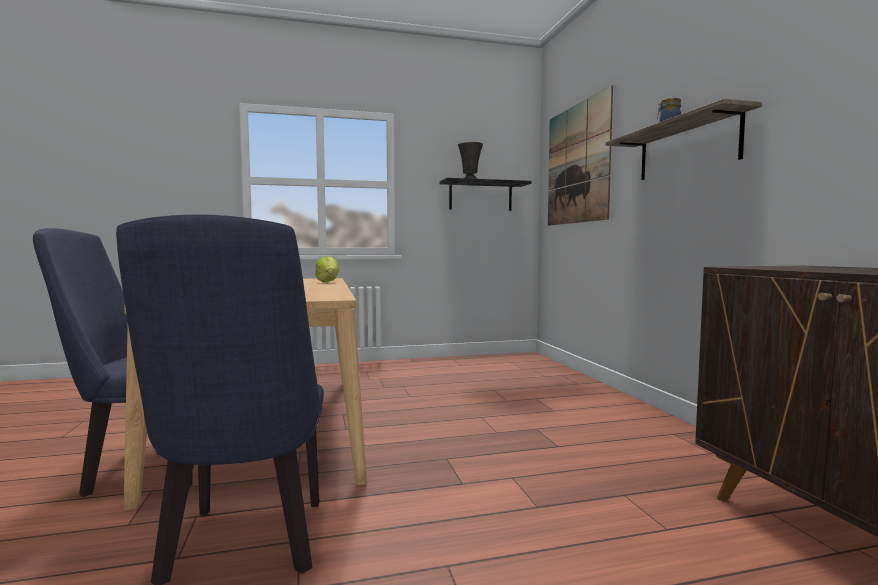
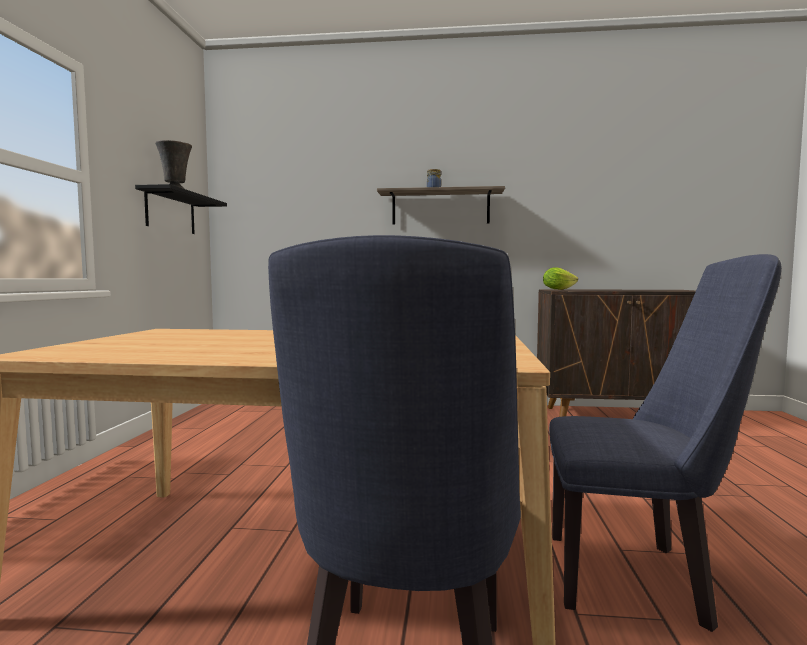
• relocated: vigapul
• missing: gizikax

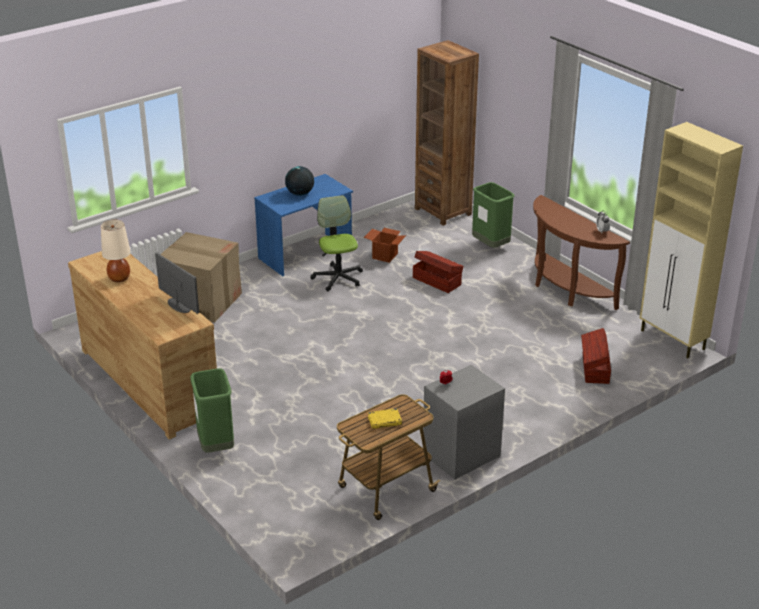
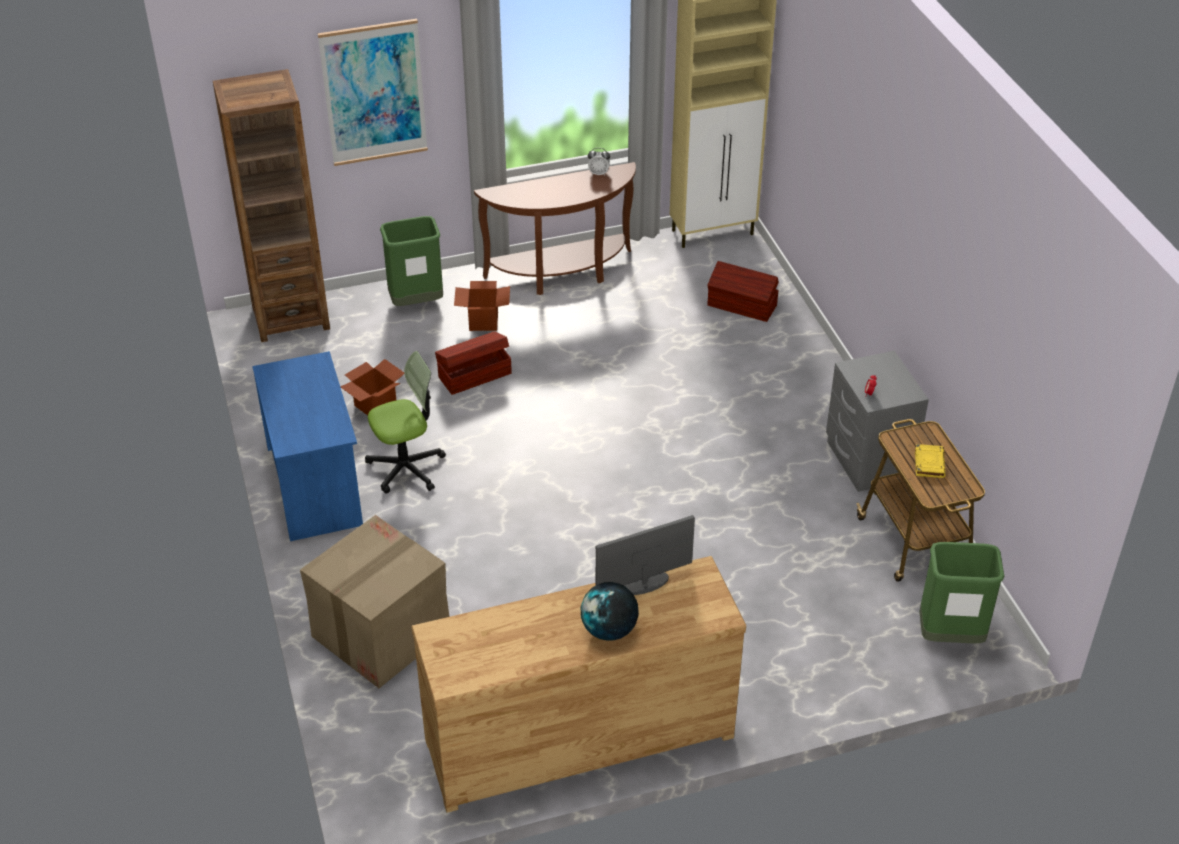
• appeared: gizikax
• spun: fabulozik 150 degrees clockwise
• appeared: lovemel (no. 3 from left)
• relocated: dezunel
• relocated: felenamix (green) (no. 1 from left in the first image) to felenamix (green) (no. 2 from left)
• missing: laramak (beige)

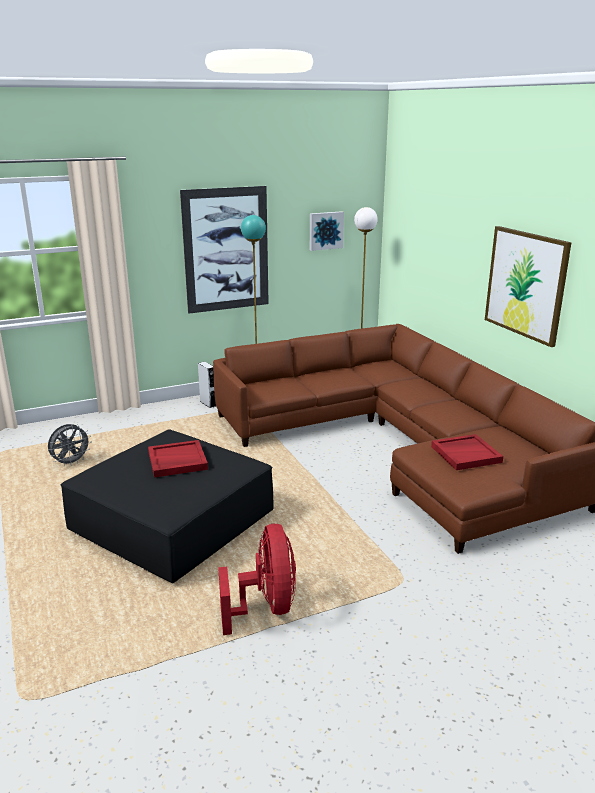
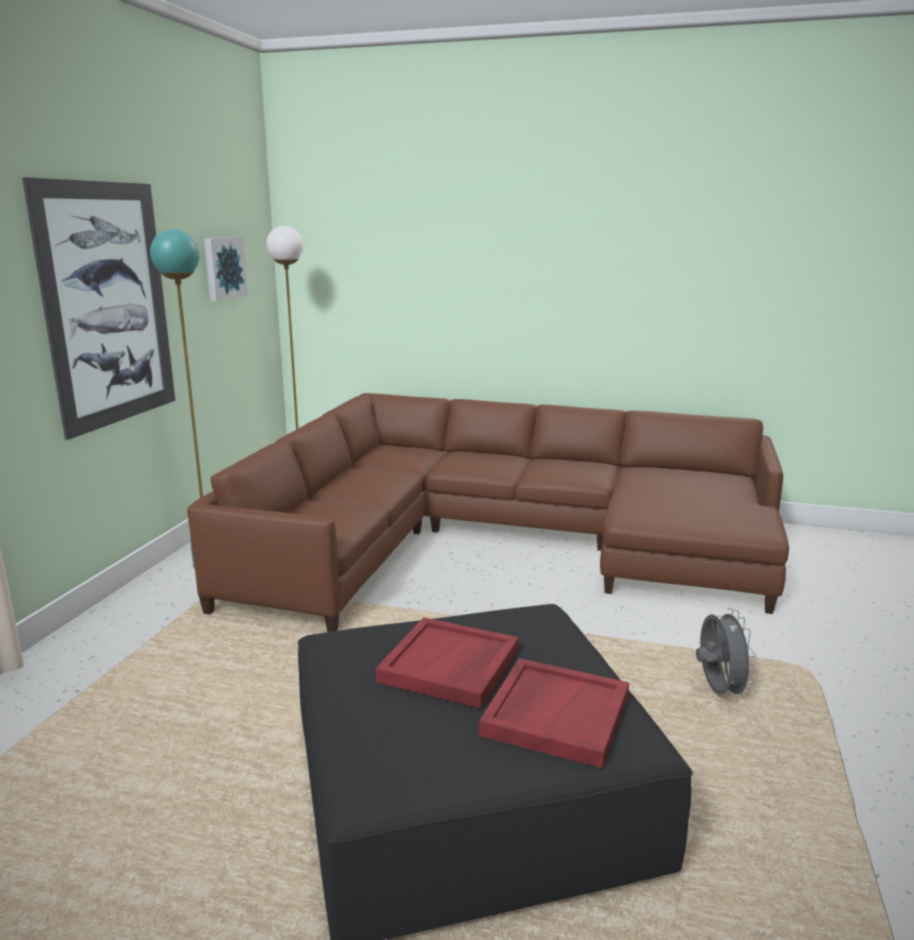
• relocated: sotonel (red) (no. 2 from left)
• relocated: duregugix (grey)
• missing: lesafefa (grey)
• missing: duregugix (red)
• missing: gizikax (no. 3 from left)

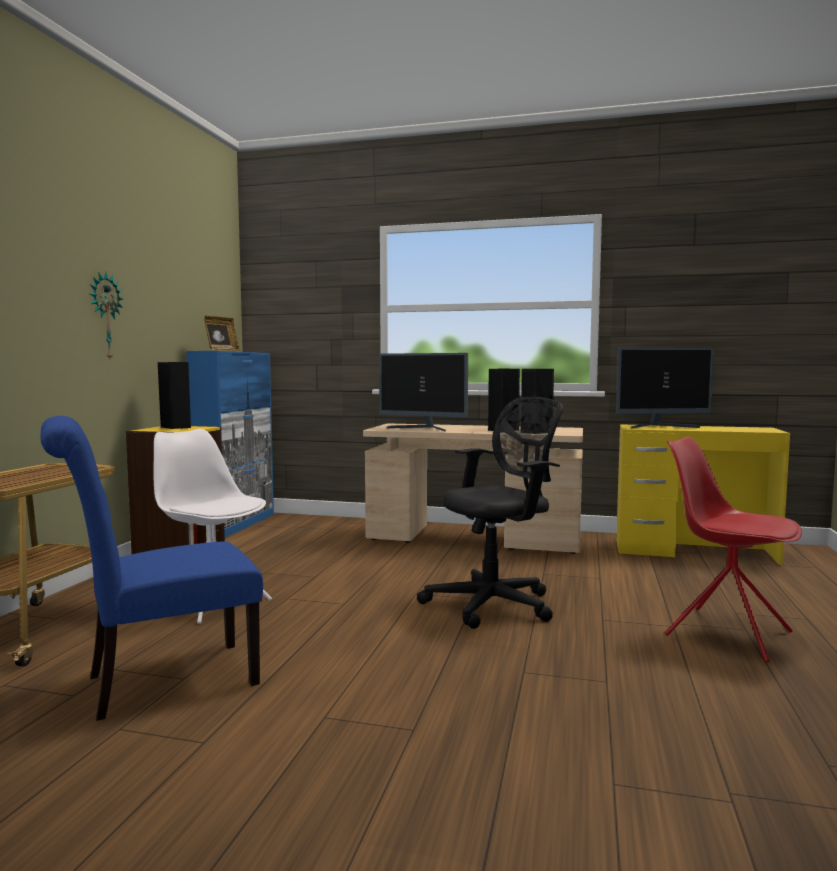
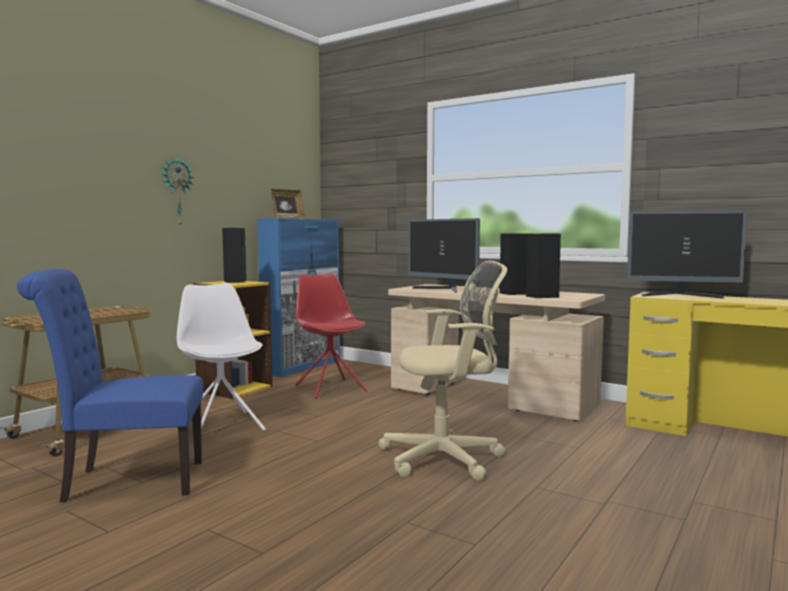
• relocated: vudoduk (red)
• colour: fabulozik (black) to fabulozik (beige)

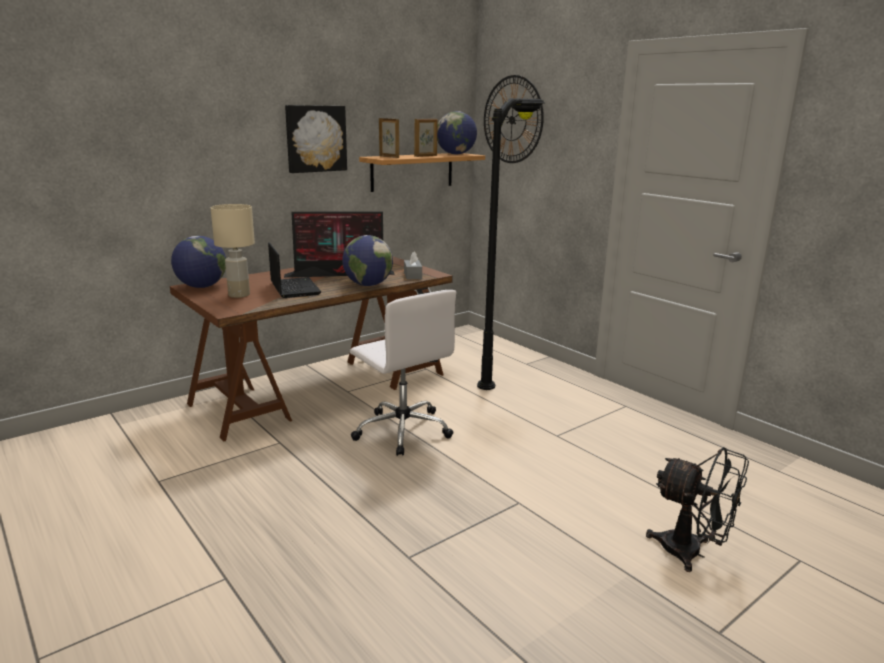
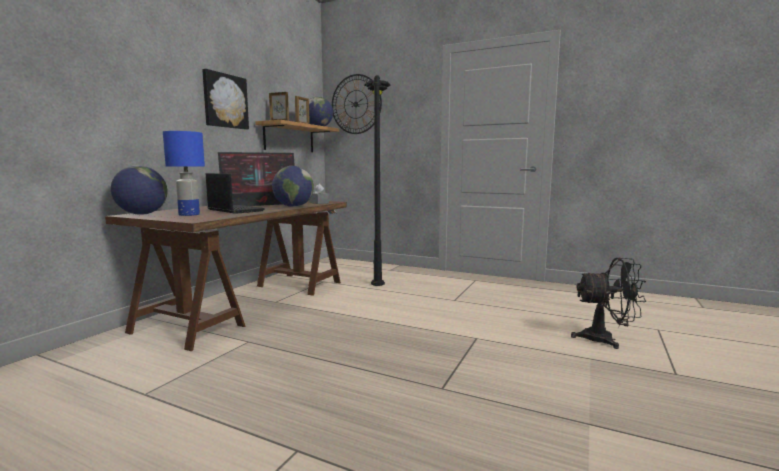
• colour: laramak (beige) to laramak (blue)
• missing: fabulozik (white)

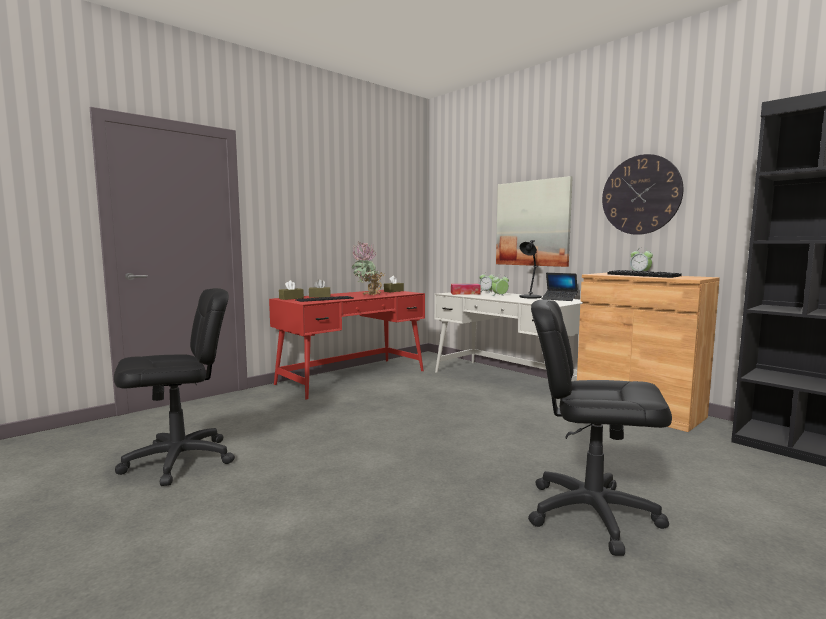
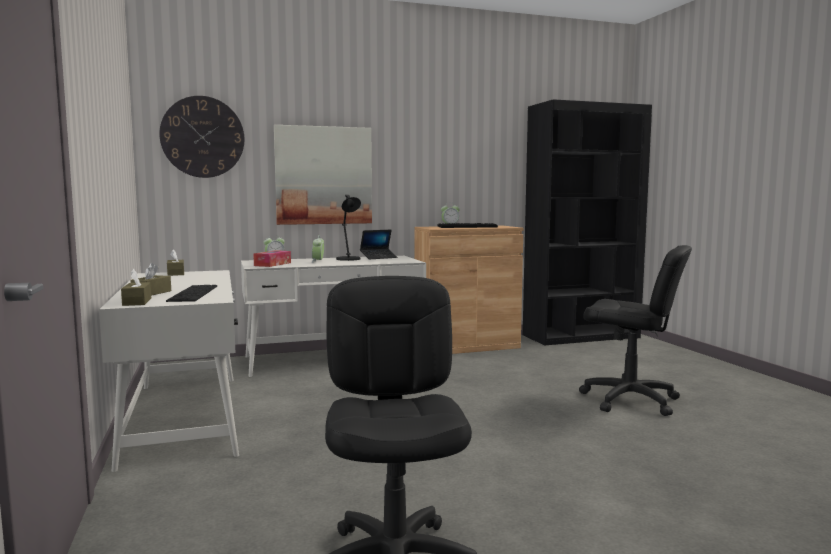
• colour: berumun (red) to berumun (white) (no. 1 from left)
• relocated: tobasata
• spun: fabulozik (black) (no. 2 from left) 105 degrees counterclockwise
• missing: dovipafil

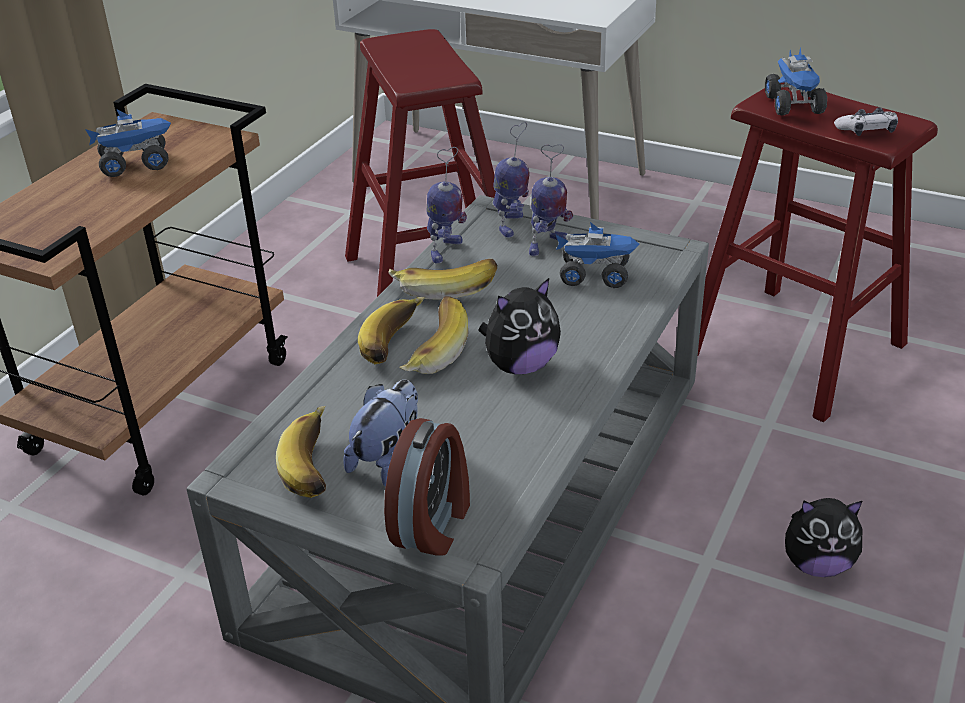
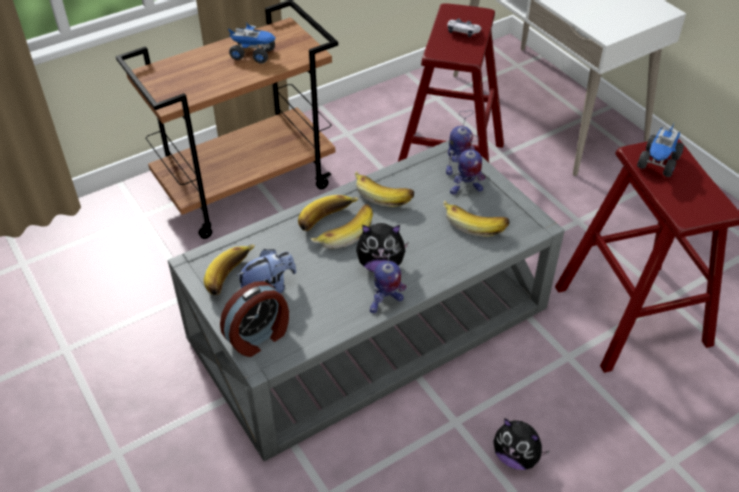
• relocated: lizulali (no. 1 from left)
• exchanged: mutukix (no. 2 from left) to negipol (no. 5 from left)
• relocated: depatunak

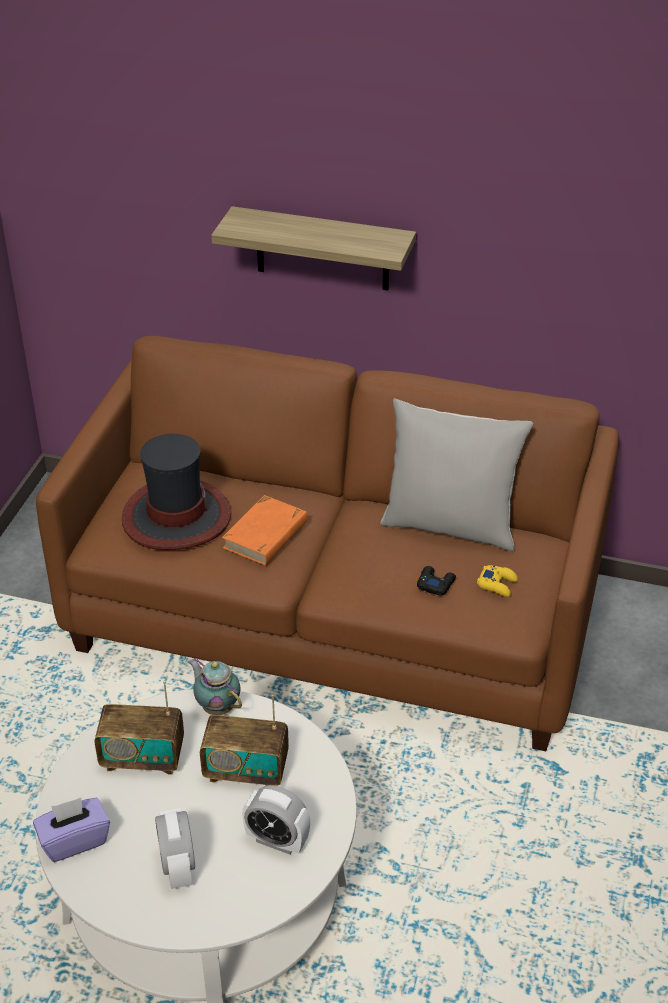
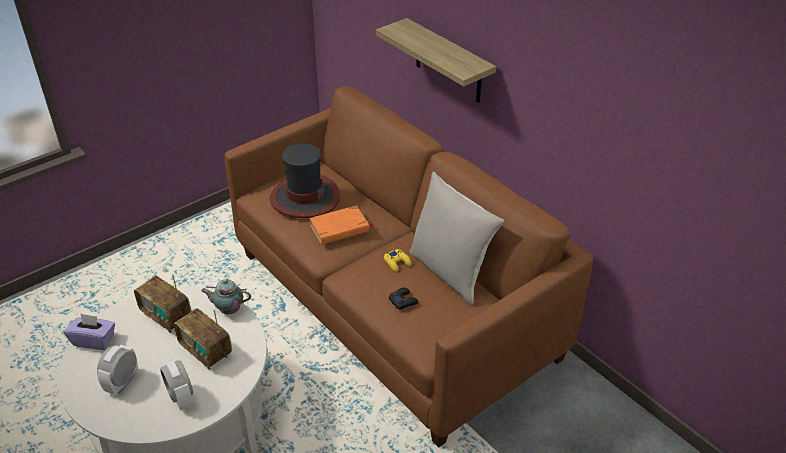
• spun: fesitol 75 degrees counterclockwise
• relocated: depatunak (yellow)

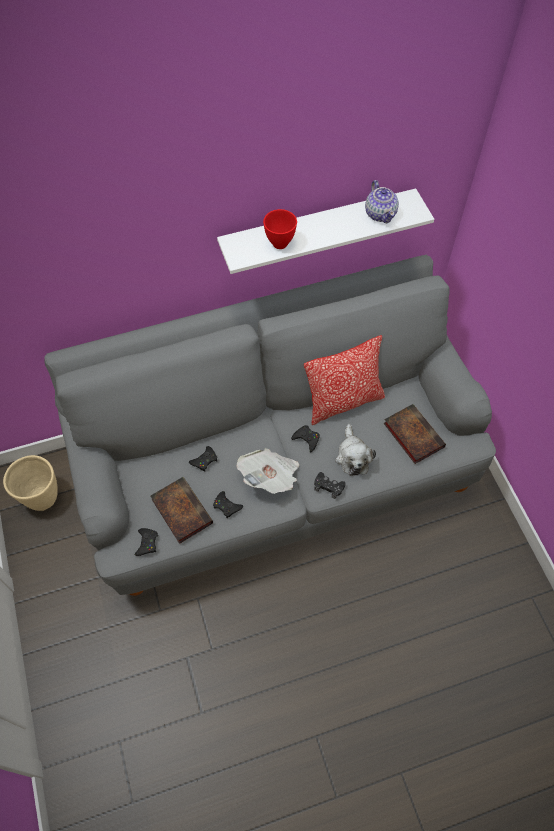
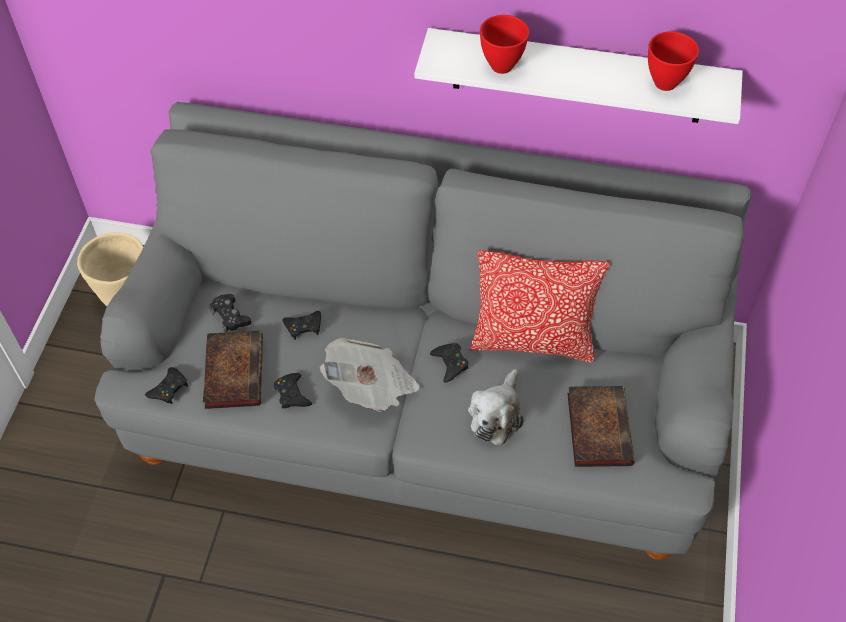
• relocated: depatunak (black) (no. 5 from left in the first image) to depatunak (black) (no. 2 from left)
• exchanged: fesitol to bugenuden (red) (no. 2 from left)

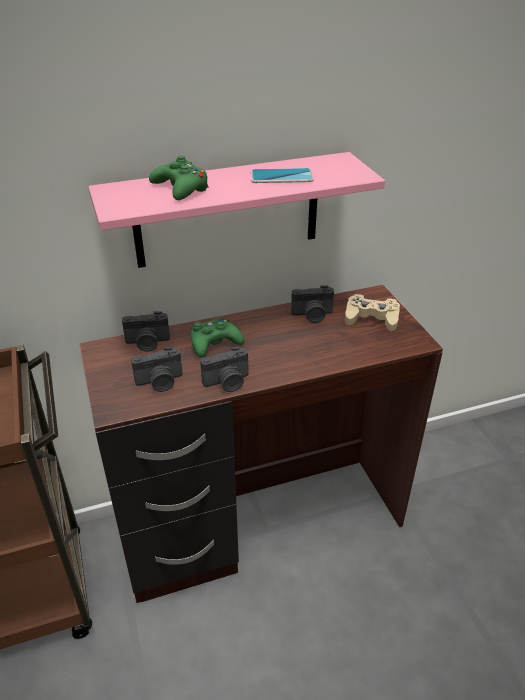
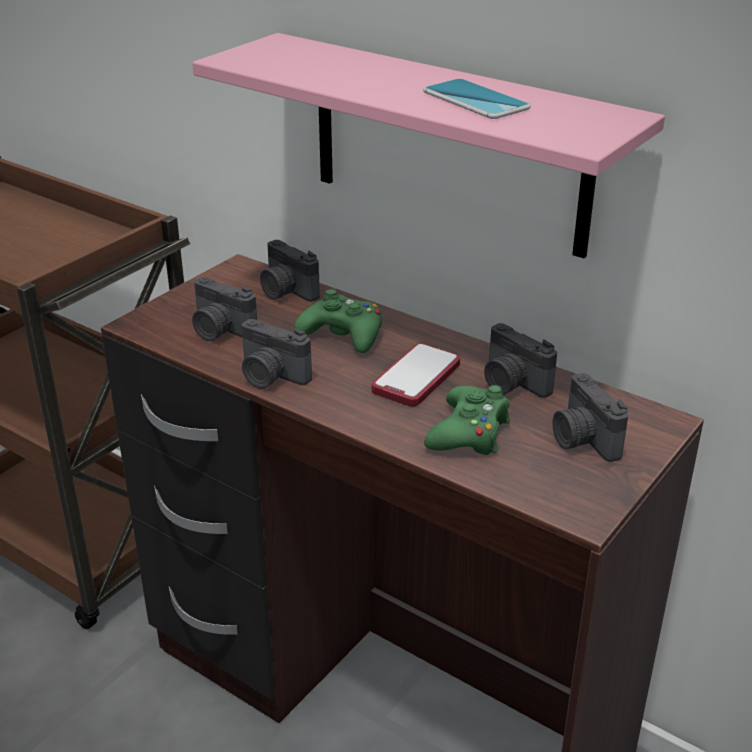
• appeared: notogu (no. 1 from left)
• relocated: depatunak (green) (no. 1 from left in the first image) to depatunak (green) (no. 2 from left)
• exchanged: depatunak (beige) to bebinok (no. 5 from left)

